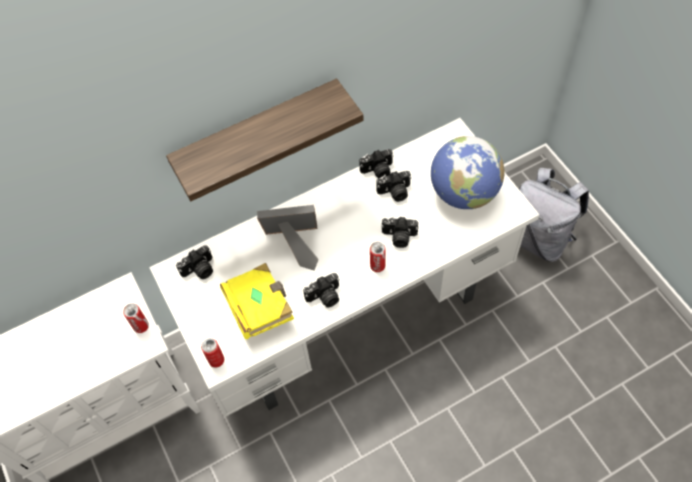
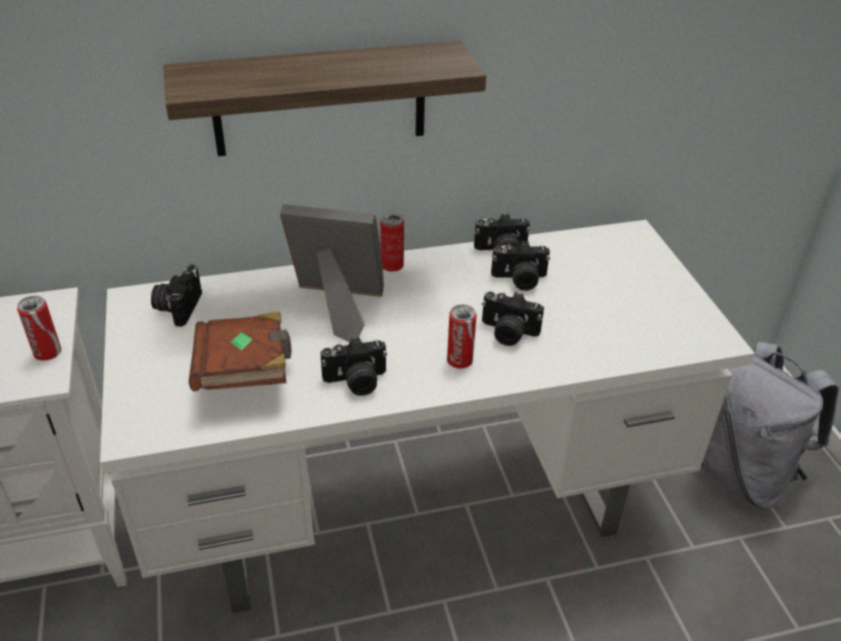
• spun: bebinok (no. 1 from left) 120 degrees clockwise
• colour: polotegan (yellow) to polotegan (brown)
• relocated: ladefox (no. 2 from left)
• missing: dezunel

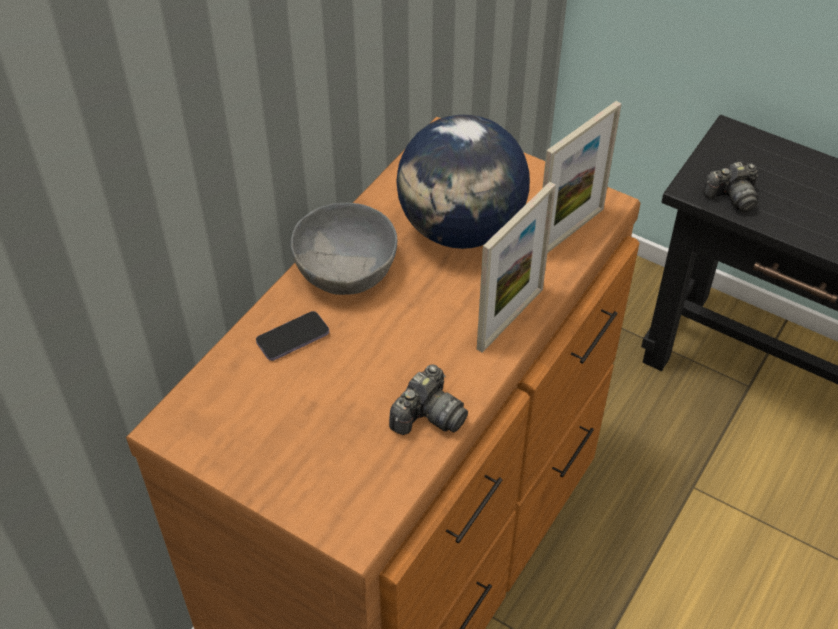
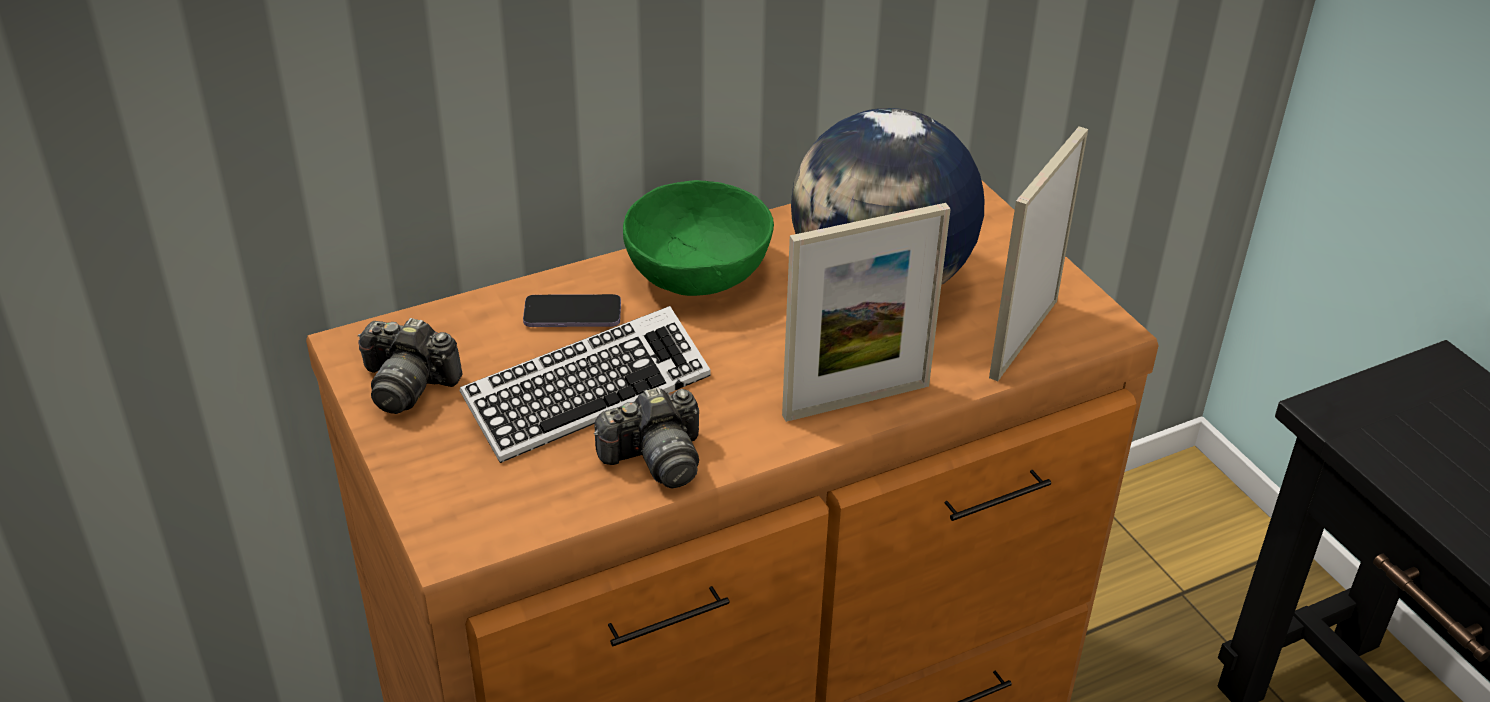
• relocated: bebinok (no. 2 from left in the first image) to bebinok (no. 1 from left)
• appeared: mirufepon
• colour: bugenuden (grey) to bugenuden (green)
• spun: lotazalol (no. 2 from left) 135 degrees clockwise

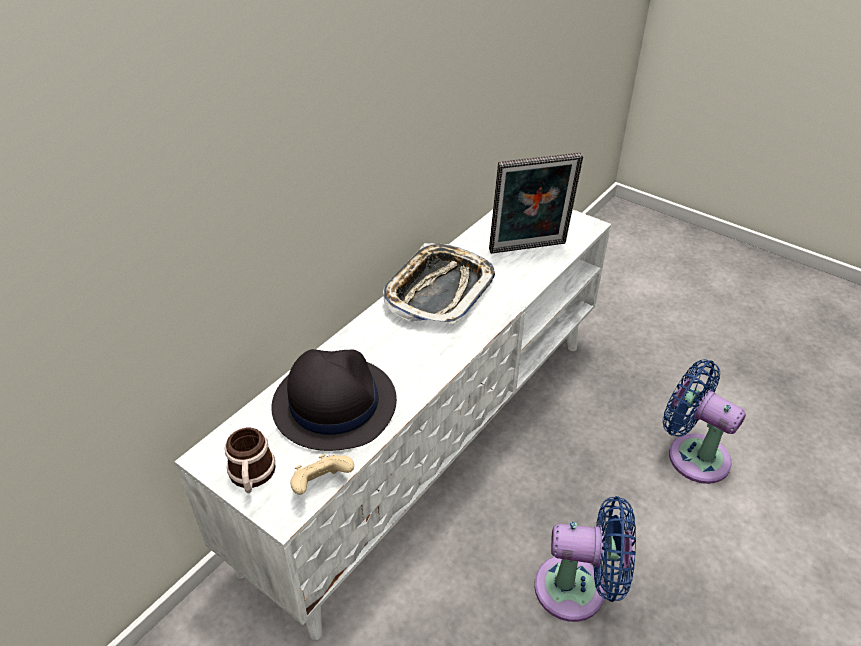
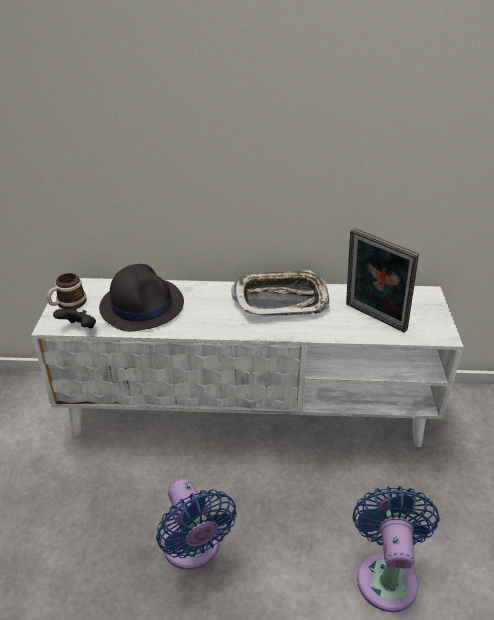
• colour: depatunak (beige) to depatunak (black)

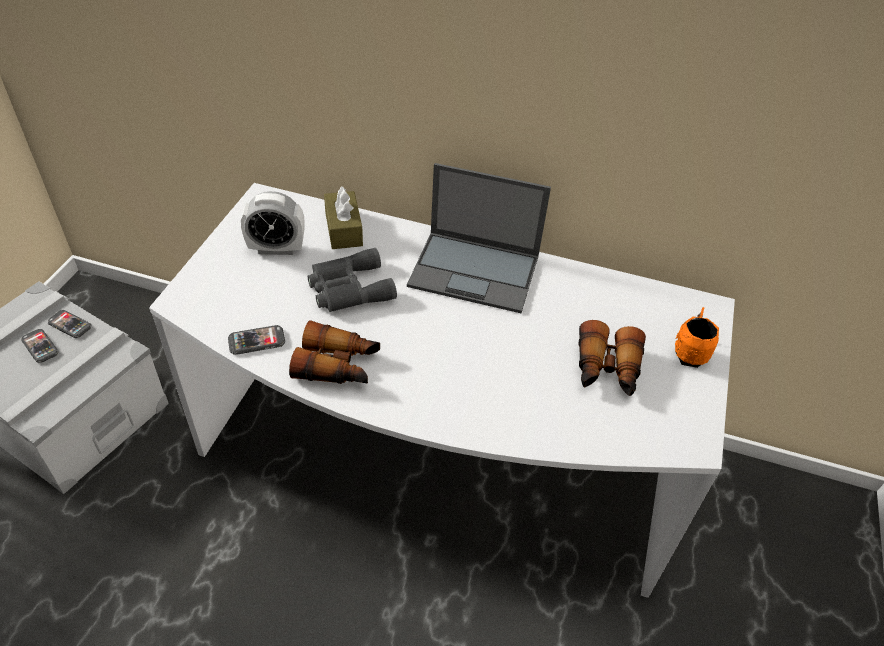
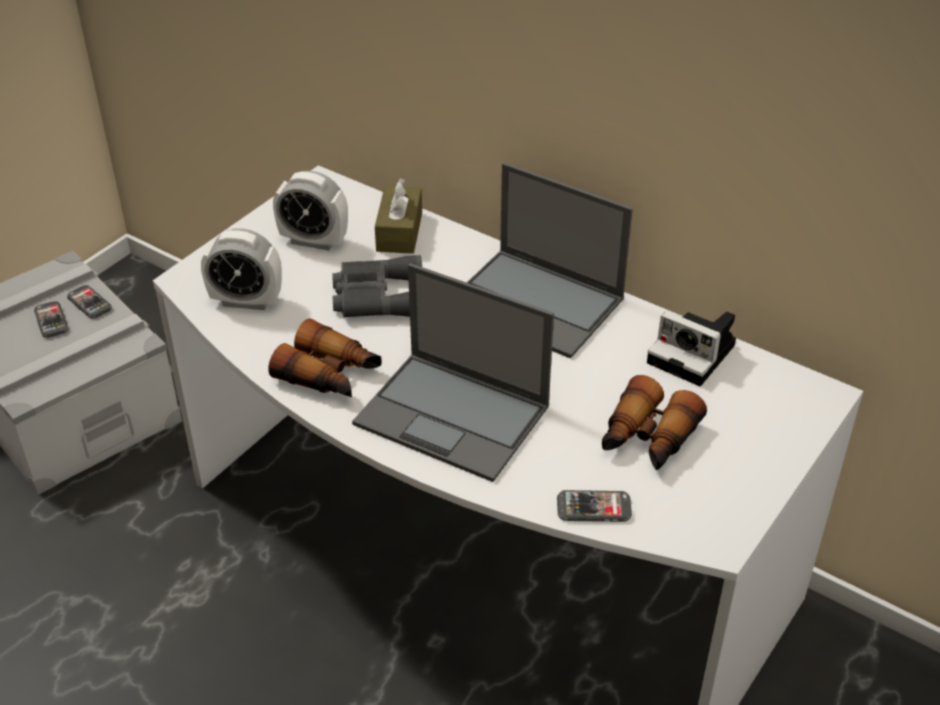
• appeared: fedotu (no. 1 from left)
• appeared: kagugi (no. 1 from left)
• relocated: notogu (no. 3 from left)
• appeared: bebinok
• missing: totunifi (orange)

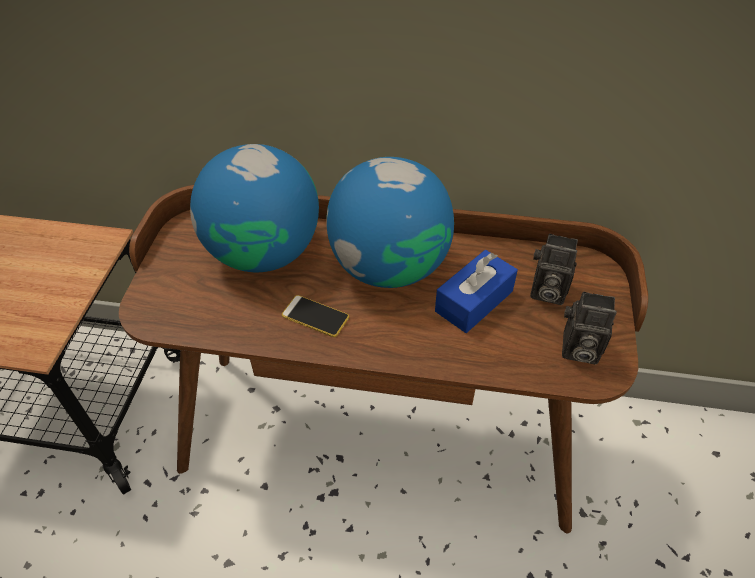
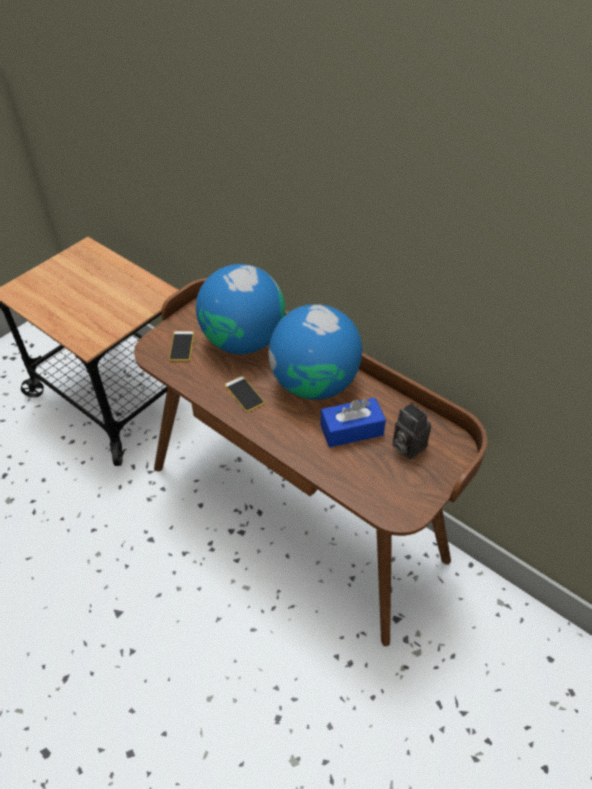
• appeared: notogu (no. 1 from left)
• missing: bebinok (no. 2 from left)

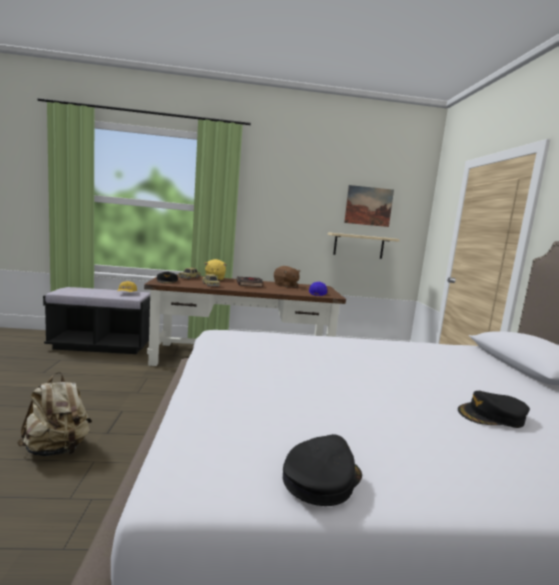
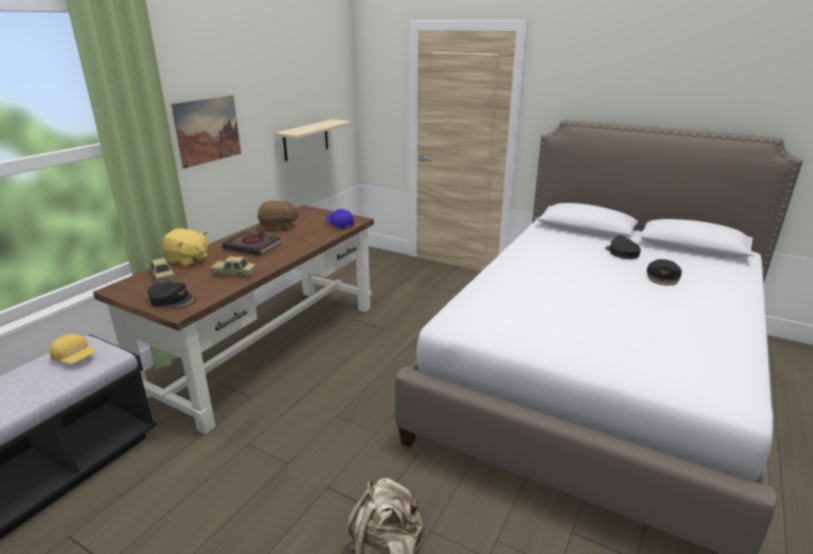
• relocated: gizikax
• relocated: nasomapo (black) (no. 2 from left)

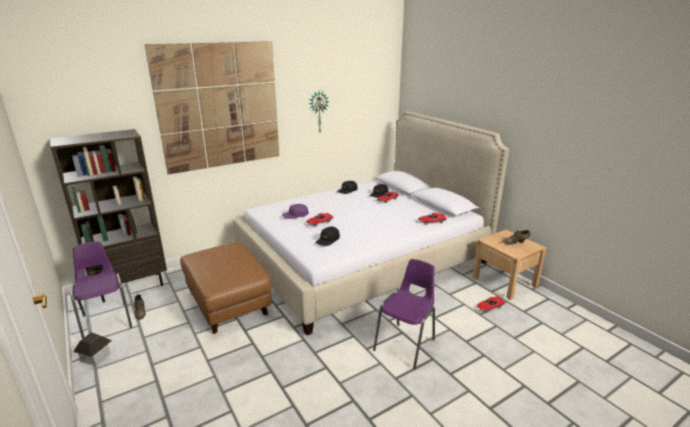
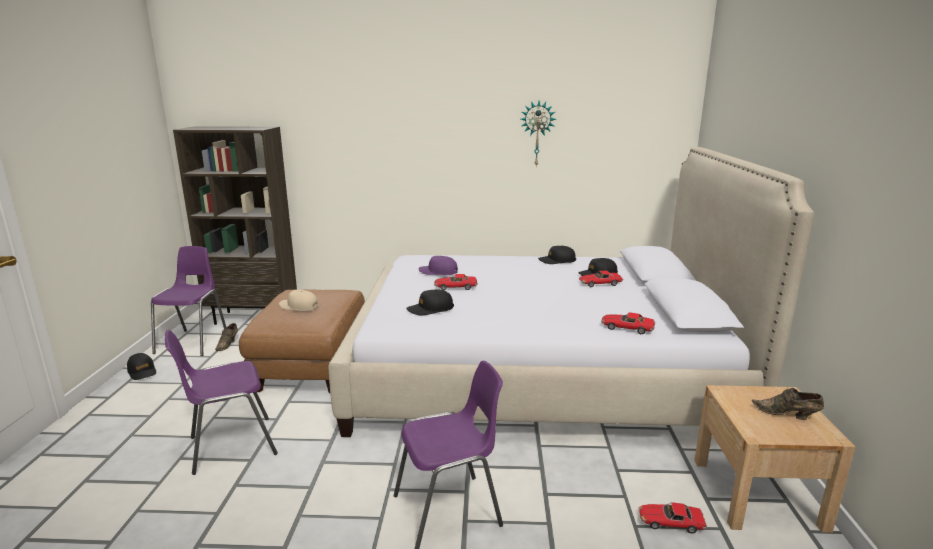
• exchanged: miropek to nasomapo (black) (no. 1 from left)
• appeared: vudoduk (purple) (no. 2 from left)
• appeared: nasomapo (beige)
• missing: gizikax

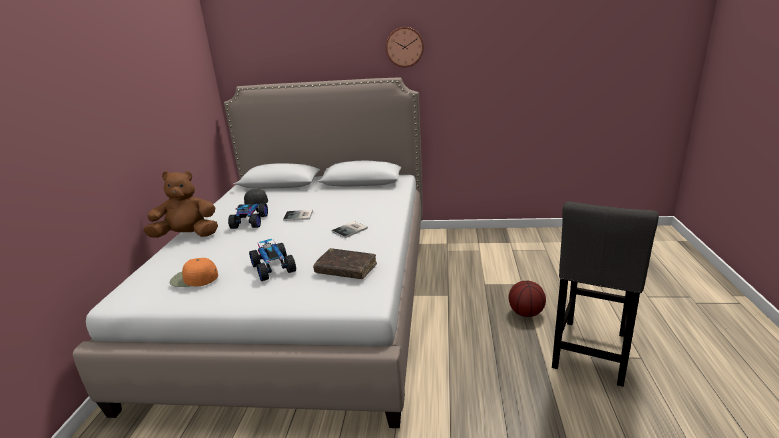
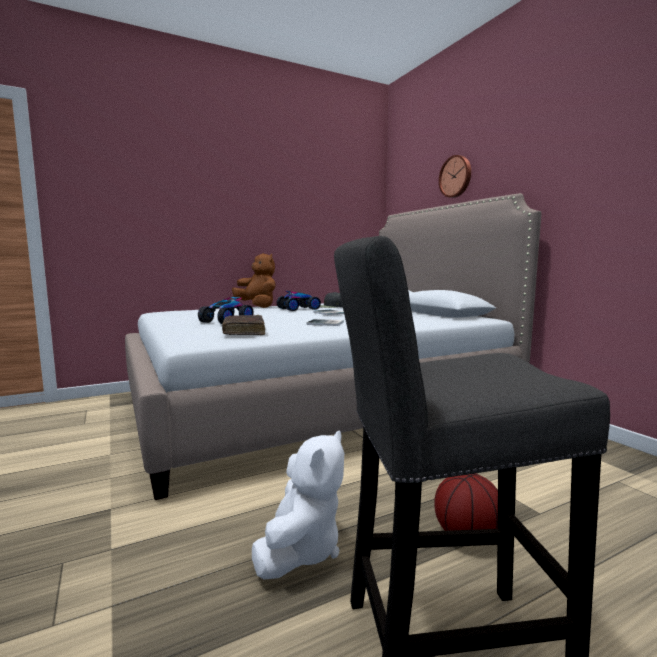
• appeared: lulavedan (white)
• relocated: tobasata
• missing: nasomapo (orange)

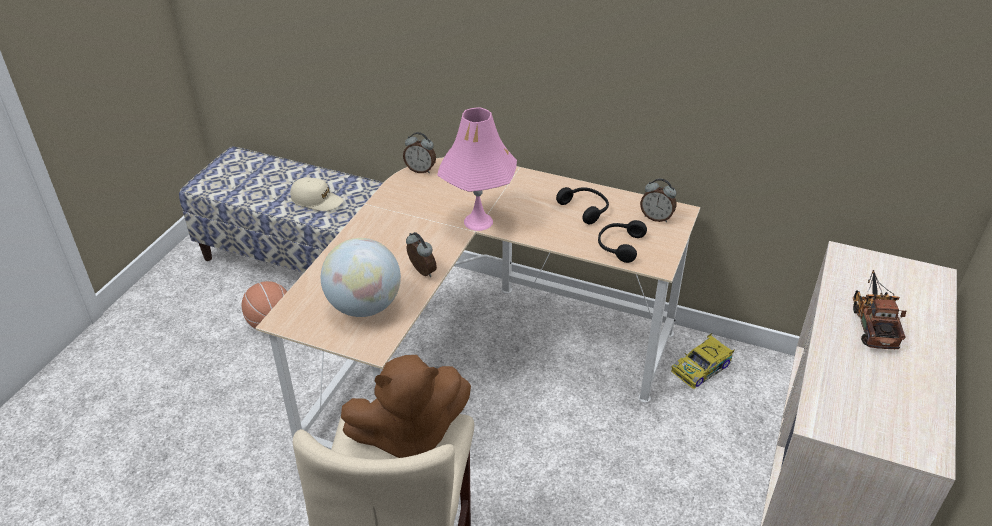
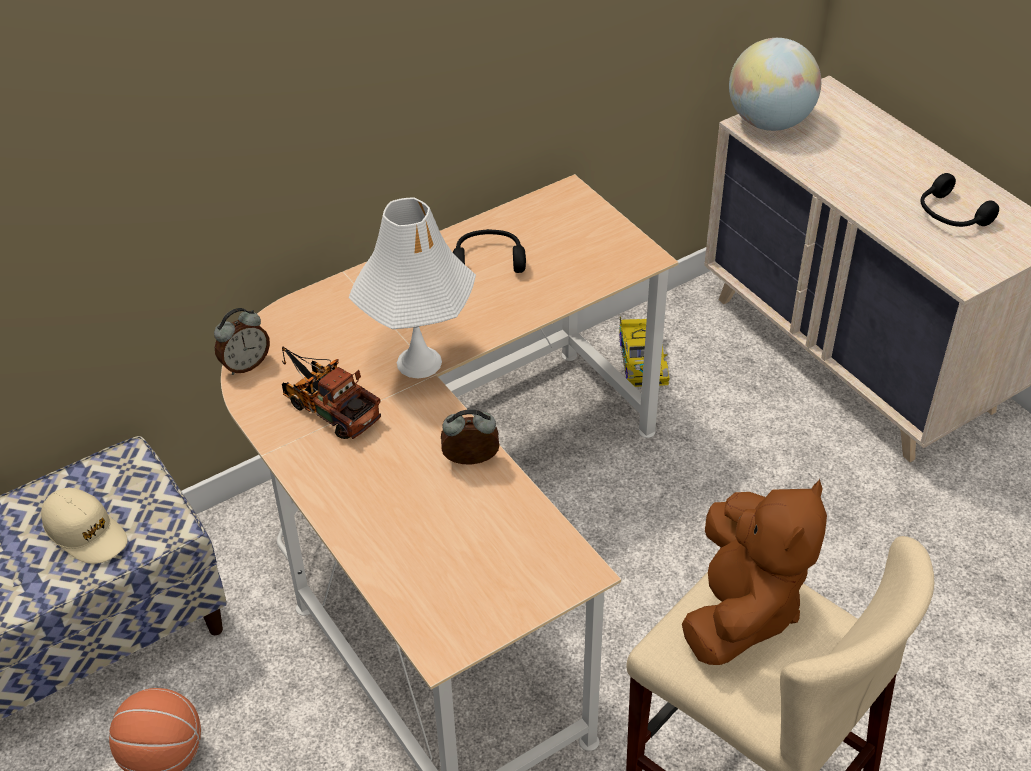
• spun: nasomapo (beige) 75 degrees clockwise
• relocated: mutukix
• colour: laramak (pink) to laramak (white)
• relocated: dezunel
• relocated: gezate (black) (no. 2 from left)
• missing: fedotu (no. 3 from left)

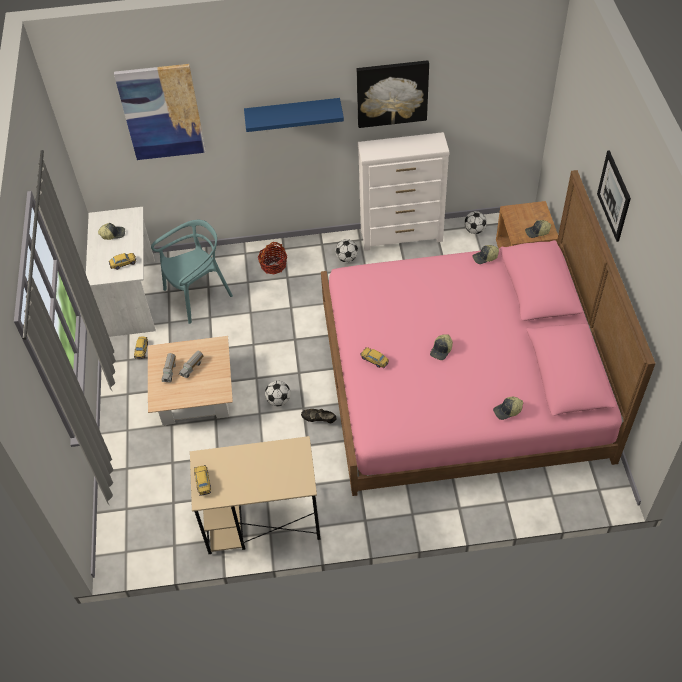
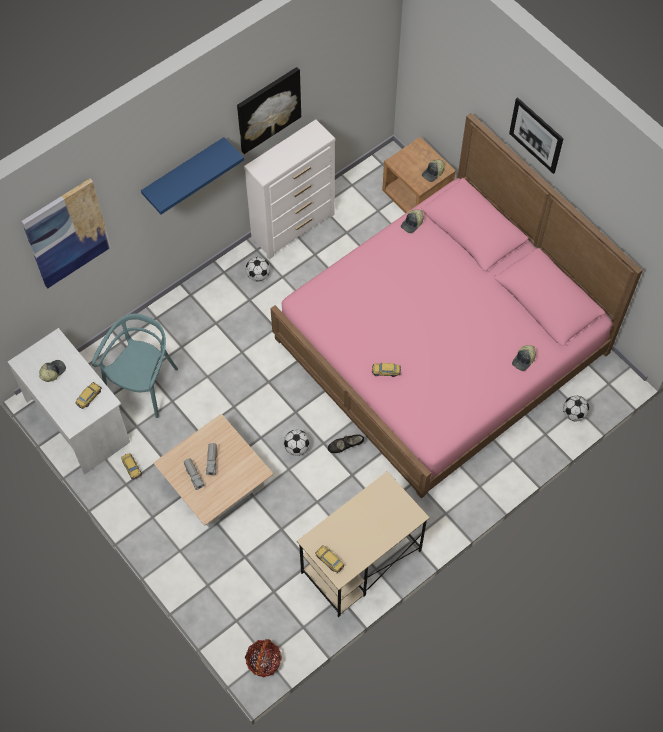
• relocated: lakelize
• relocated: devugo (no. 3 from left)
• missing: nasomapo (no. 2 from left)

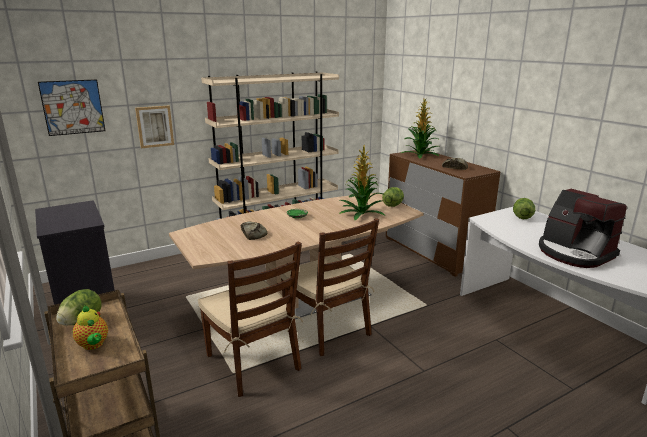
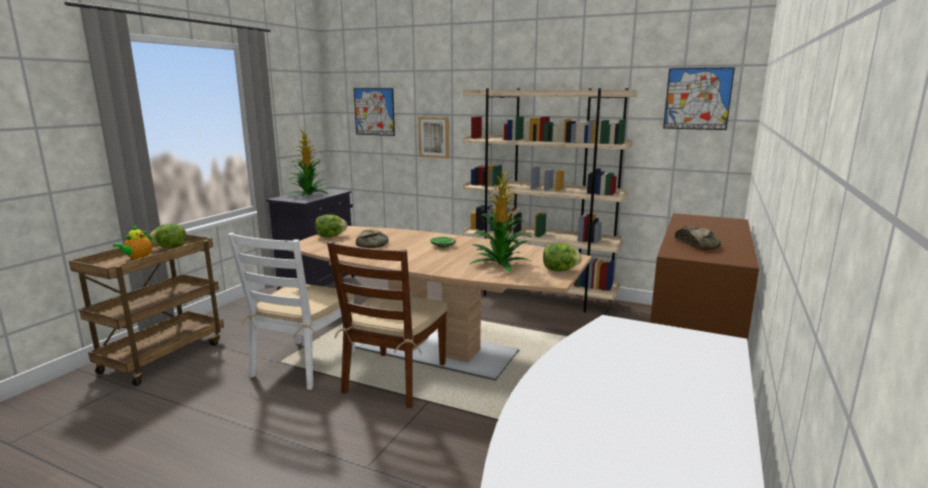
• colour: vudoduk (brown) (no. 1 from left) to vudoduk (white)
• relocated: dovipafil (no. 2 from left in the first image) to dovipafil (no. 1 from left)
• relocated: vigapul (no. 3 from left in the first image) to vigapul (no. 2 from left)
• appeared: gizikax (no. 3 from left)
• missing: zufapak

